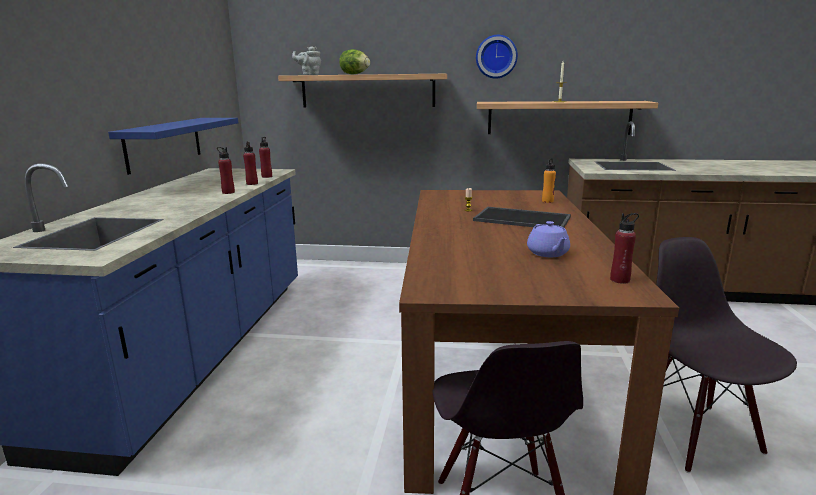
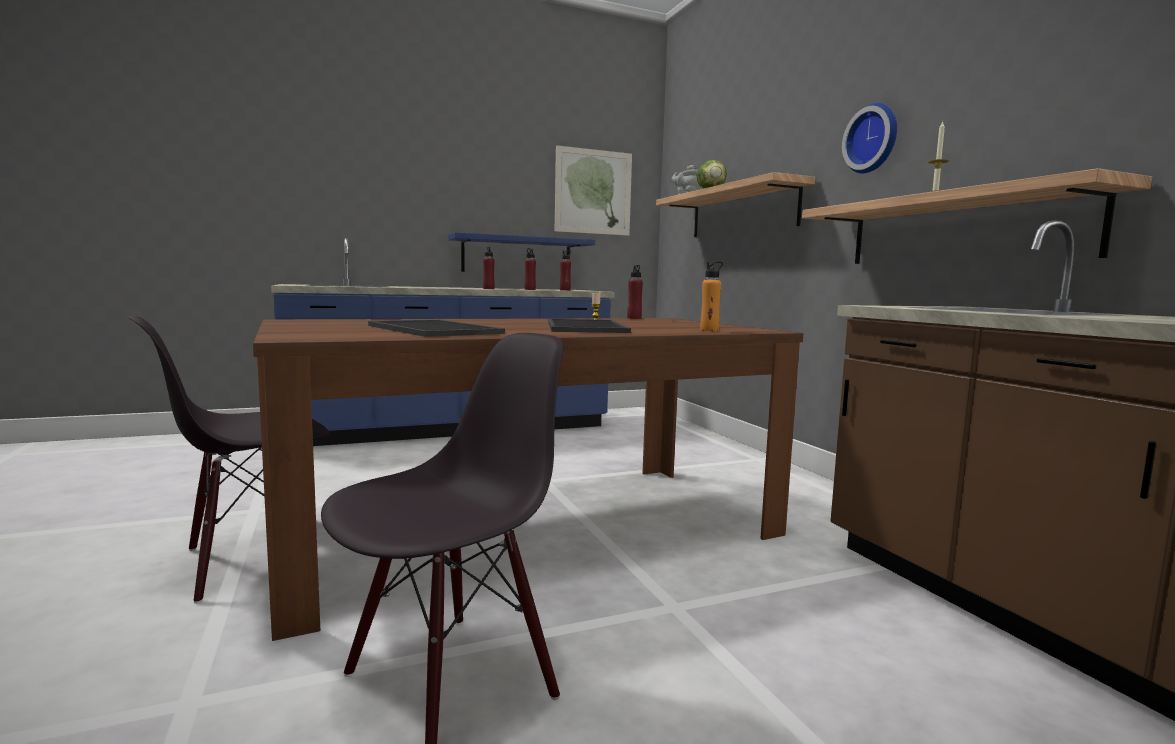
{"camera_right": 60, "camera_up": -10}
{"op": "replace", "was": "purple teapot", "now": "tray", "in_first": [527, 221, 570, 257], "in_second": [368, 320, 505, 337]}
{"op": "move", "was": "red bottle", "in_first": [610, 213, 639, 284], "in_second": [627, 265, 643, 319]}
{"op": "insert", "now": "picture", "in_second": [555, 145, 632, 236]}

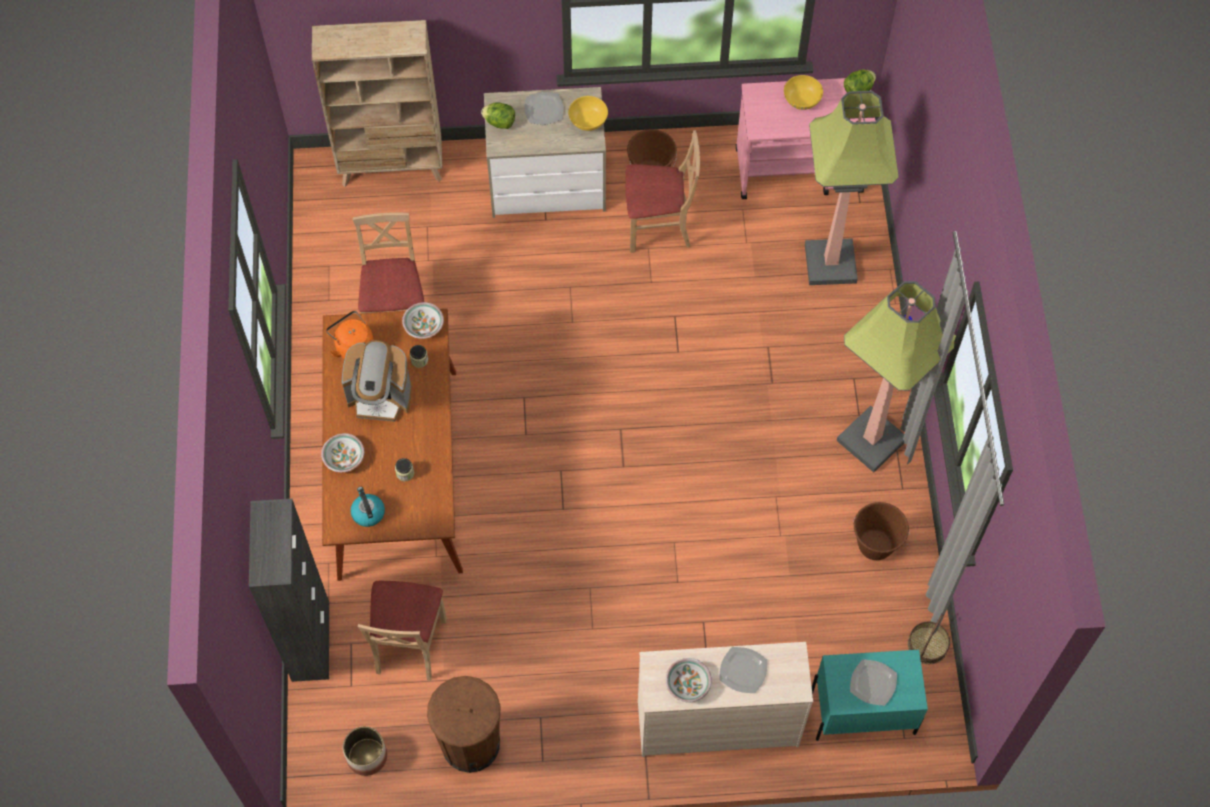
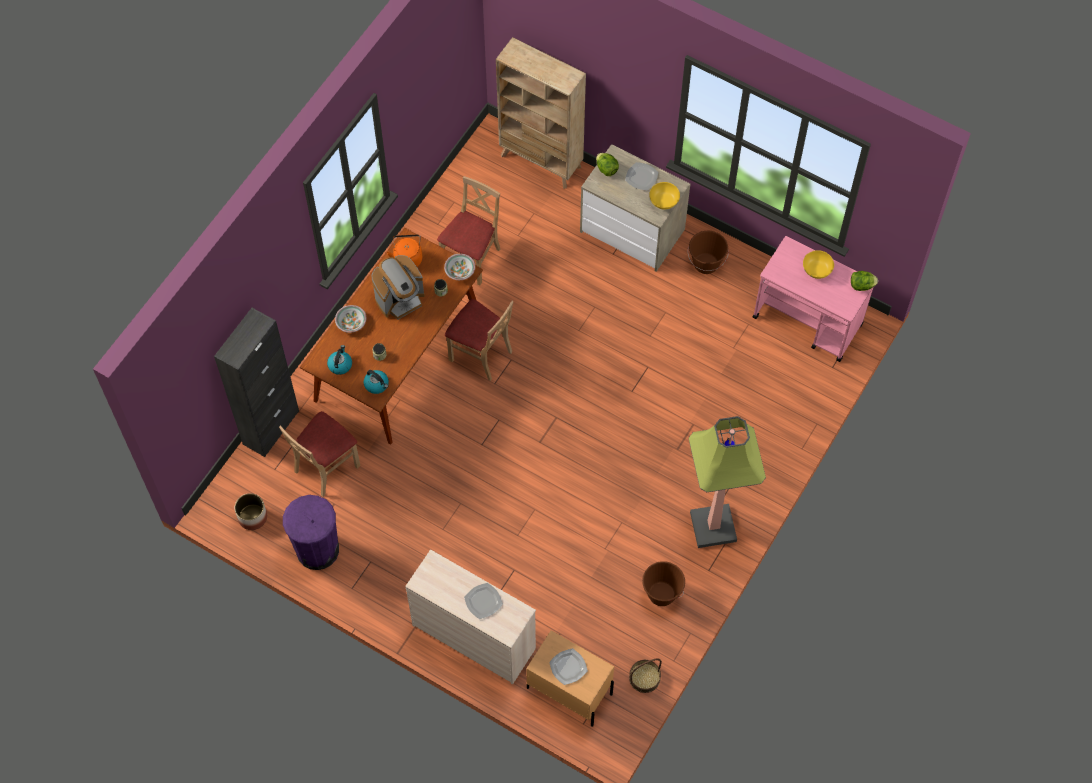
{"camera_right": 35, "camera_up": 0}
{"op": "rotate", "was": "coffee machine", "in_first": [341, 340, 412, 422], "in_second": [371, 255, 425, 320], "clockwise": -75}
{"op": "recolor", "was": "brown trash can", "now": "purple trash can", "in_first": [427, 676, 501, 773], "in_second": [283, 495, 339, 570]}
{"op": "move", "was": "beige chair", "in_first": [625, 130, 700, 253], "in_second": [445, 299, 514, 381]}
{"op": "delete", "was": "bowl", "in_first": [666, 658, 712, 703]}
{"op": "delete", "was": "floor lamp", "in_first": [805, 91, 899, 285]}
{"op": "recolor", "was": "turquoise nightstand", "now": "beige nightstand", "in_first": [812, 650, 928, 741], "in_second": [526, 630, 614, 727]}
{"op": "insert", "now": "kettle", "in_second": [364, 370, 389, 394]}

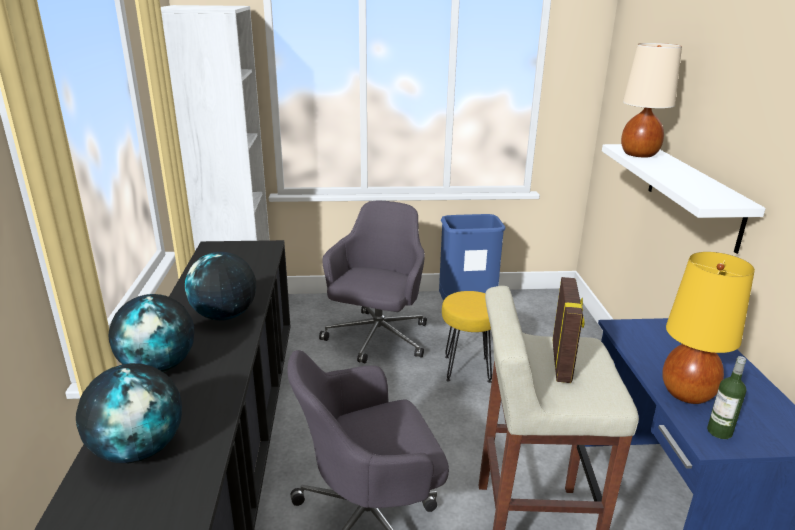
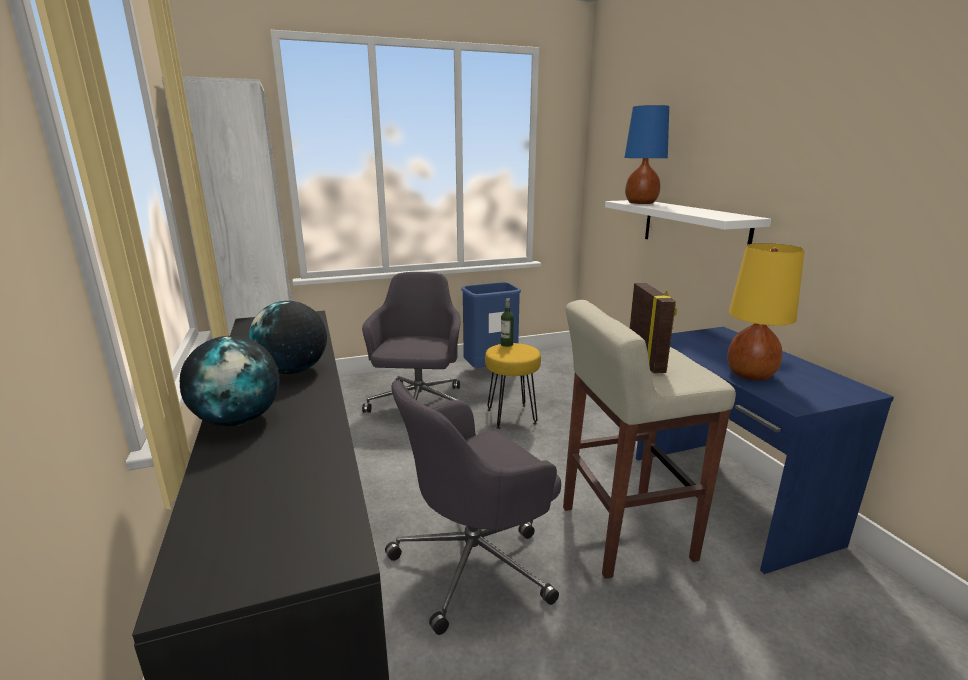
{"camera_right": -15, "camera_up": -5}
{"op": "delete", "was": "globe", "in_first": [76, 363, 182, 464]}
{"op": "recolor", "was": "beige table lamp", "now": "blue table lamp", "in_first": [621, 43, 682, 158], "in_second": [624, 105, 669, 204]}
{"op": "move", "was": "bottle", "in_first": [707, 356, 746, 439], "in_second": [501, 298, 514, 347]}

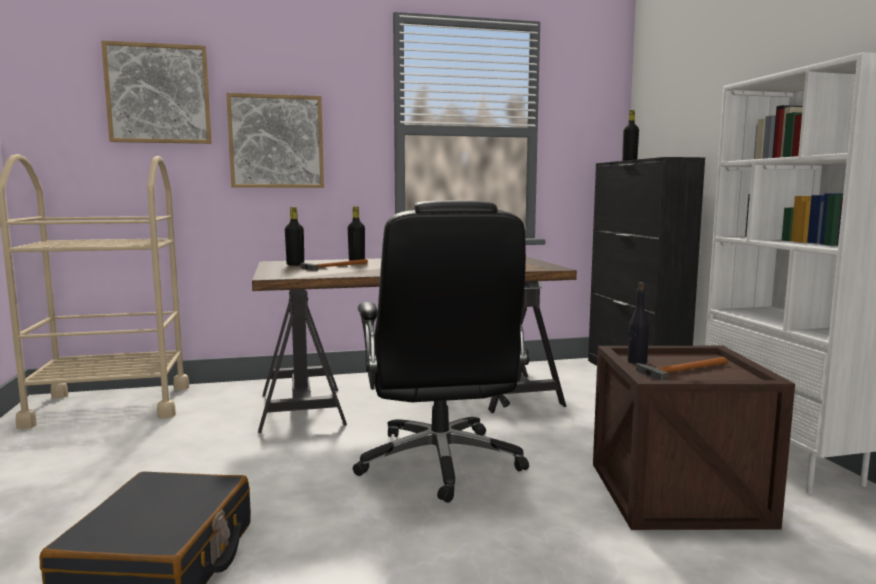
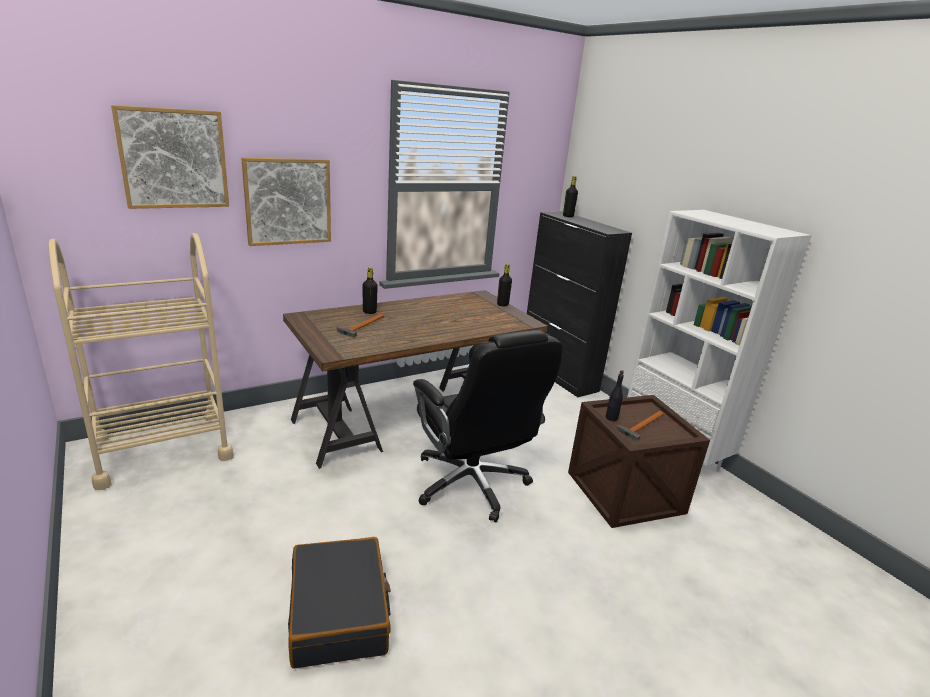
{"camera_right": -20, "camera_up": 15}
{"op": "move", "was": "black bottle", "in_first": [285, 207, 304, 266], "in_second": [497, 264, 512, 306]}

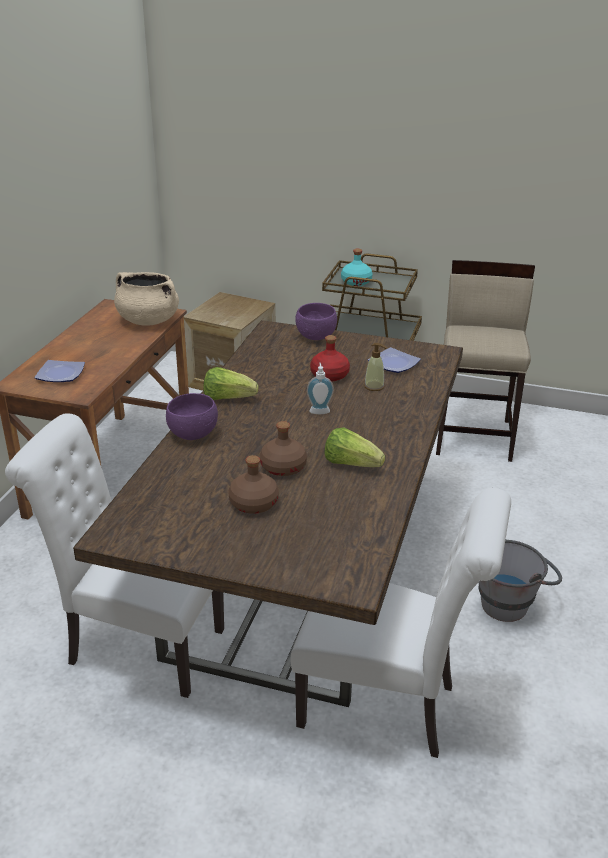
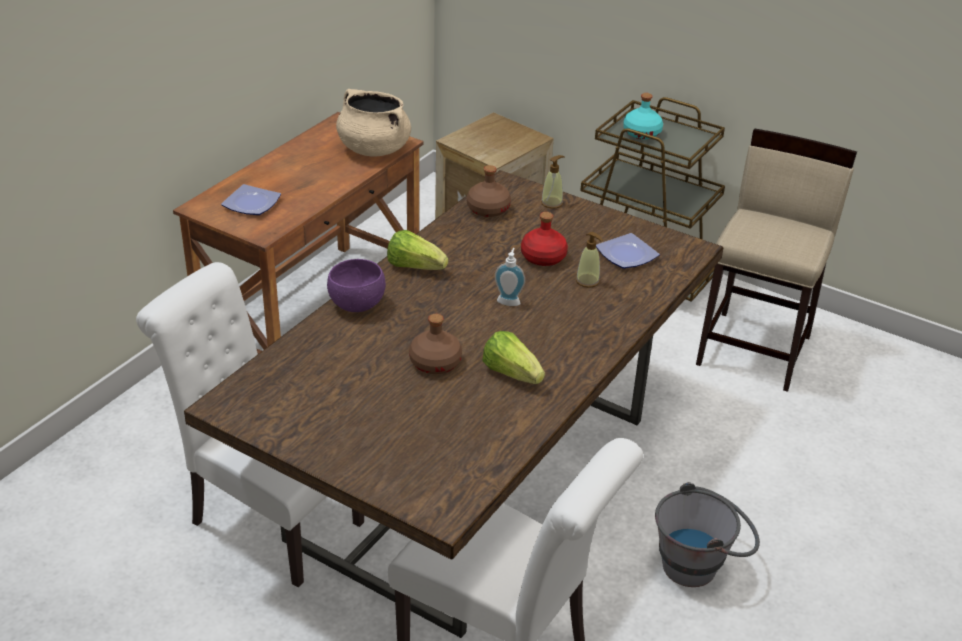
{"camera_right": 15, "camera_up": 5}
{"op": "move", "was": "brown bottle", "in_first": [228, 455, 279, 514], "in_second": [467, 165, 511, 217]}
{"op": "replace", "was": "purple bowl", "now": "soap dispenser", "in_first": [295, 303, 337, 340], "in_second": [541, 155, 564, 209]}

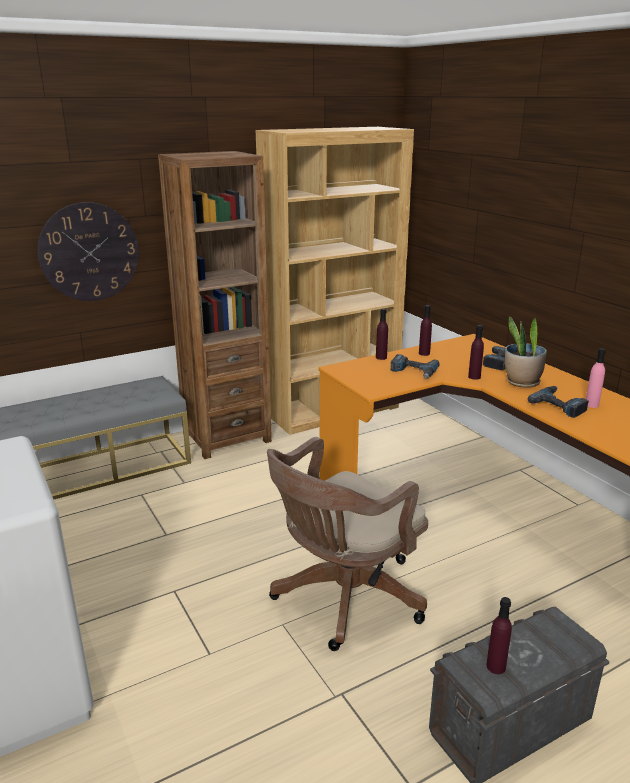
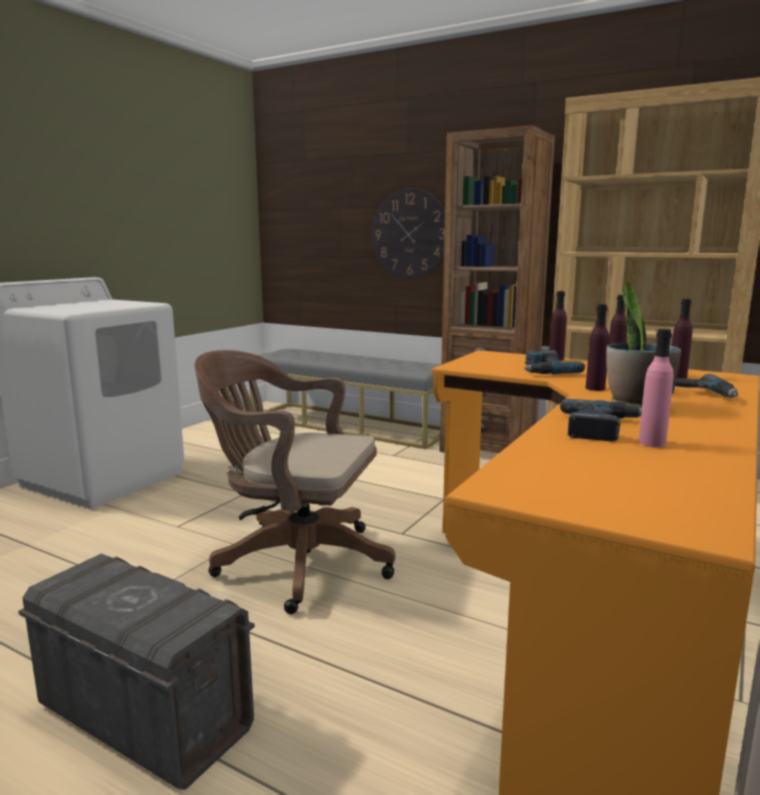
{"camera_right": 60, "camera_up": -10}
{"op": "move", "was": "purple bottle", "in_first": [486, 597, 512, 674], "in_second": [672, 299, 693, 378]}

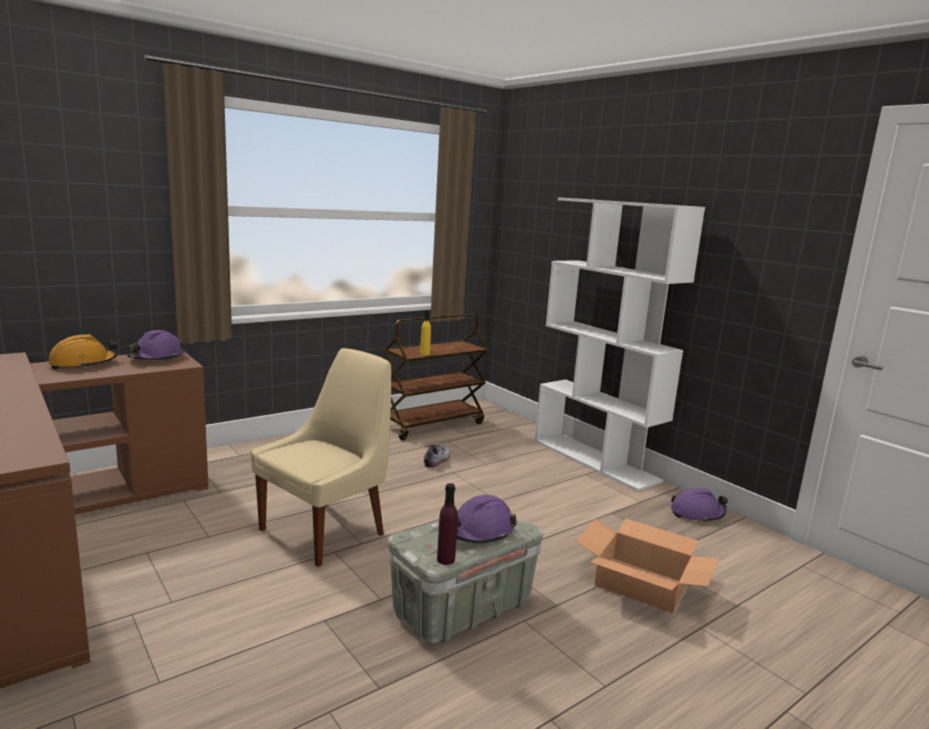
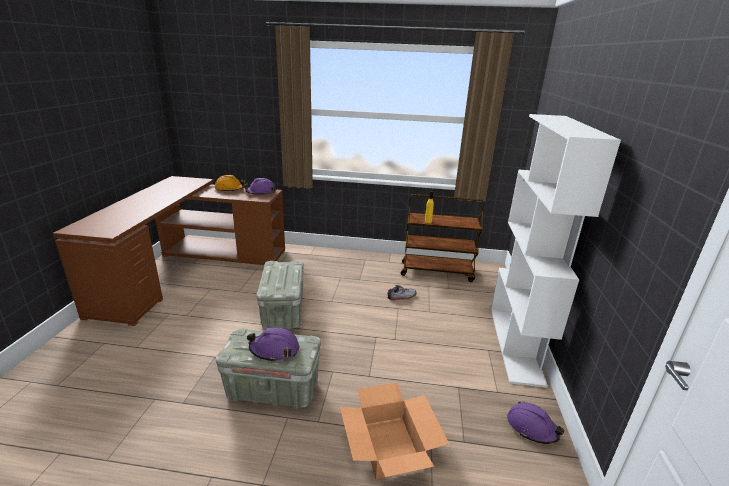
{"camera_right": 45, "camera_up": 10}
{"op": "replace", "was": "beige chair", "now": "grey storage box", "in_first": [251, 348, 391, 567], "in_second": [256, 260, 304, 330]}
{"op": "delete", "was": "purple bottle", "in_first": [437, 483, 458, 565]}

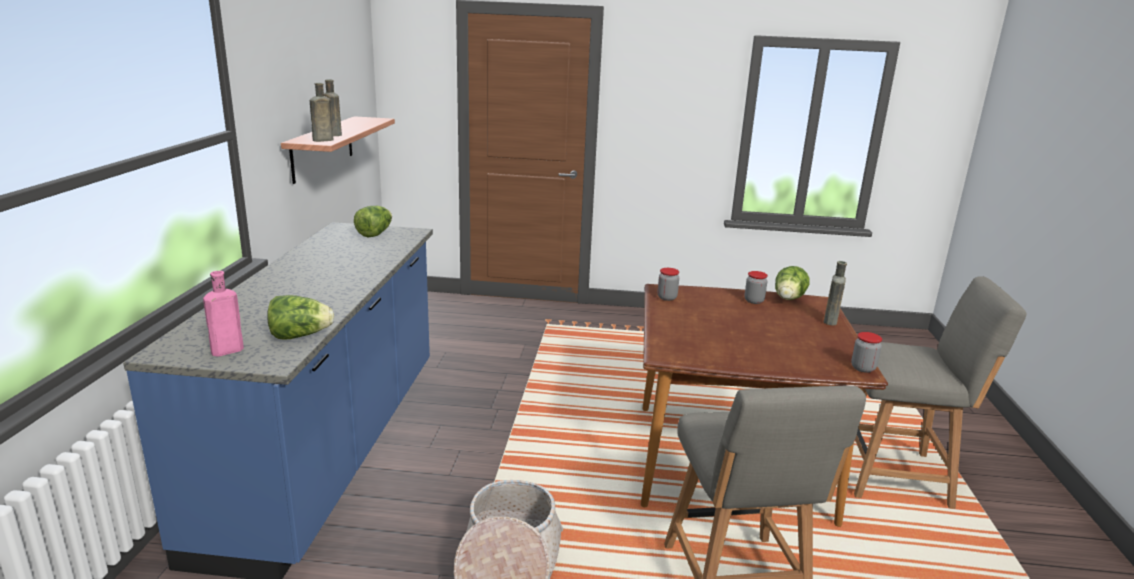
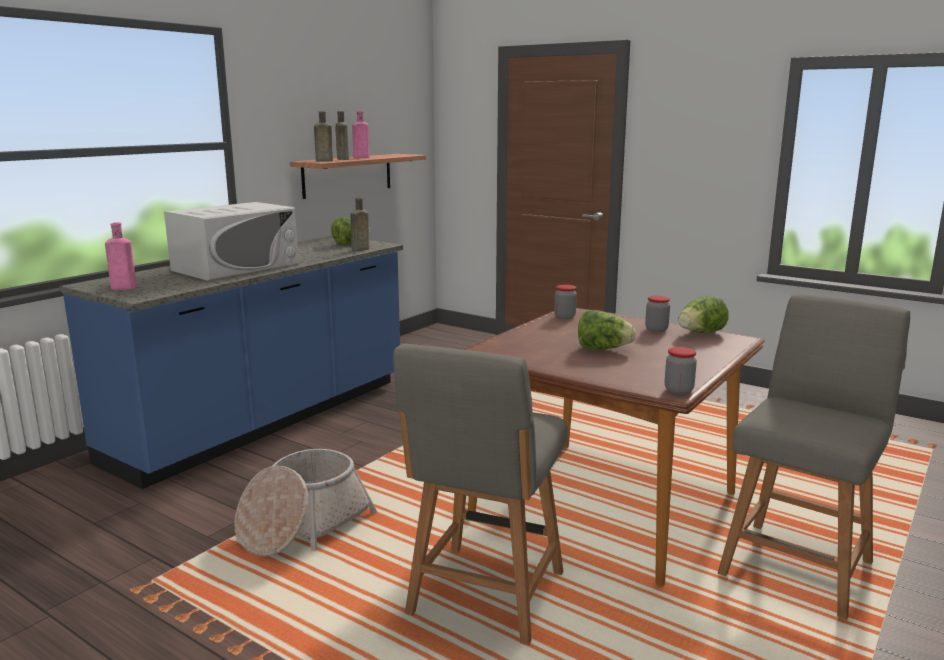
{"camera_right": 30, "camera_up": -5}
{"op": "move", "was": "lettuce", "in_first": [267, 295, 334, 340], "in_second": [578, 310, 636, 350]}
{"op": "move", "was": "brown bottle", "in_first": [824, 261, 847, 326], "in_second": [350, 197, 369, 251]}
{"op": "rotate", "was": "grey chair", "in_first": [854, 276, 1027, 509], "in_second": [718, 294, 910, 620], "clockwise": -90}
{"op": "insert", "now": "white microwave", "in_second": [164, 202, 299, 281]}
{"op": "insert", "now": "pink bottle", "in_second": [352, 111, 370, 158]}

